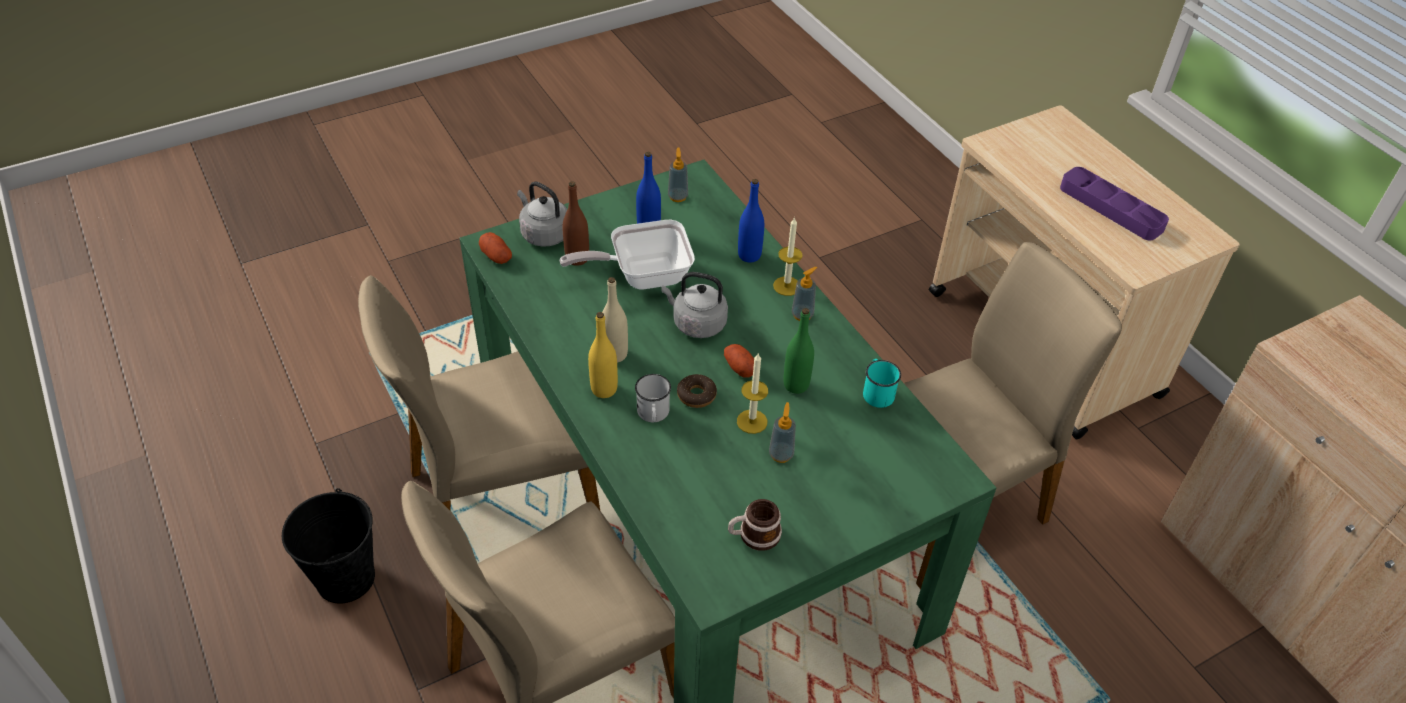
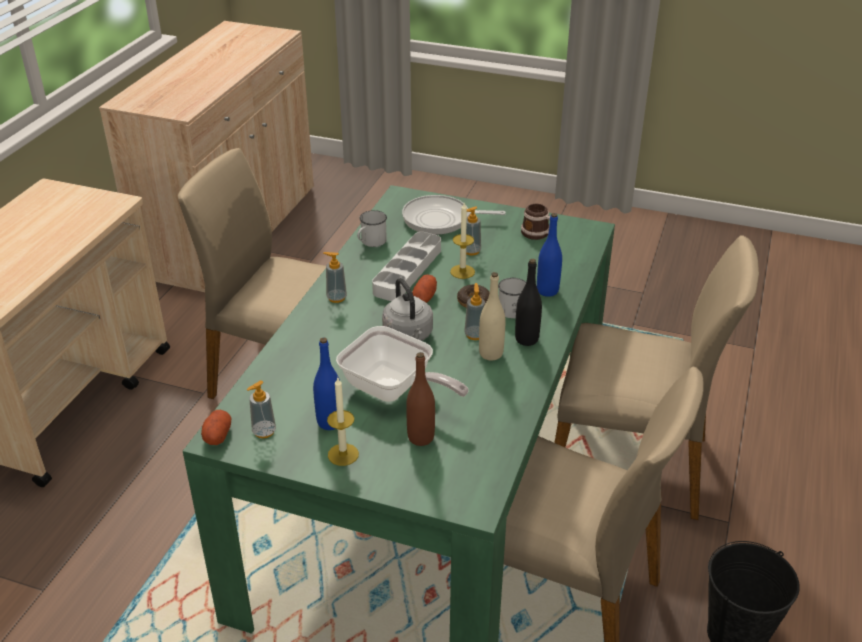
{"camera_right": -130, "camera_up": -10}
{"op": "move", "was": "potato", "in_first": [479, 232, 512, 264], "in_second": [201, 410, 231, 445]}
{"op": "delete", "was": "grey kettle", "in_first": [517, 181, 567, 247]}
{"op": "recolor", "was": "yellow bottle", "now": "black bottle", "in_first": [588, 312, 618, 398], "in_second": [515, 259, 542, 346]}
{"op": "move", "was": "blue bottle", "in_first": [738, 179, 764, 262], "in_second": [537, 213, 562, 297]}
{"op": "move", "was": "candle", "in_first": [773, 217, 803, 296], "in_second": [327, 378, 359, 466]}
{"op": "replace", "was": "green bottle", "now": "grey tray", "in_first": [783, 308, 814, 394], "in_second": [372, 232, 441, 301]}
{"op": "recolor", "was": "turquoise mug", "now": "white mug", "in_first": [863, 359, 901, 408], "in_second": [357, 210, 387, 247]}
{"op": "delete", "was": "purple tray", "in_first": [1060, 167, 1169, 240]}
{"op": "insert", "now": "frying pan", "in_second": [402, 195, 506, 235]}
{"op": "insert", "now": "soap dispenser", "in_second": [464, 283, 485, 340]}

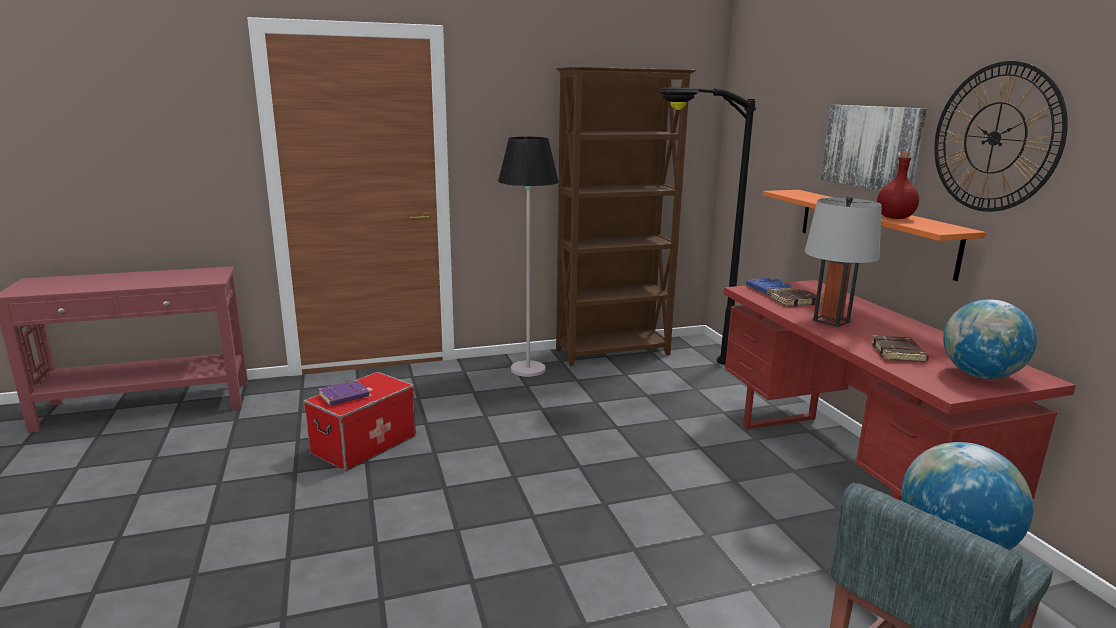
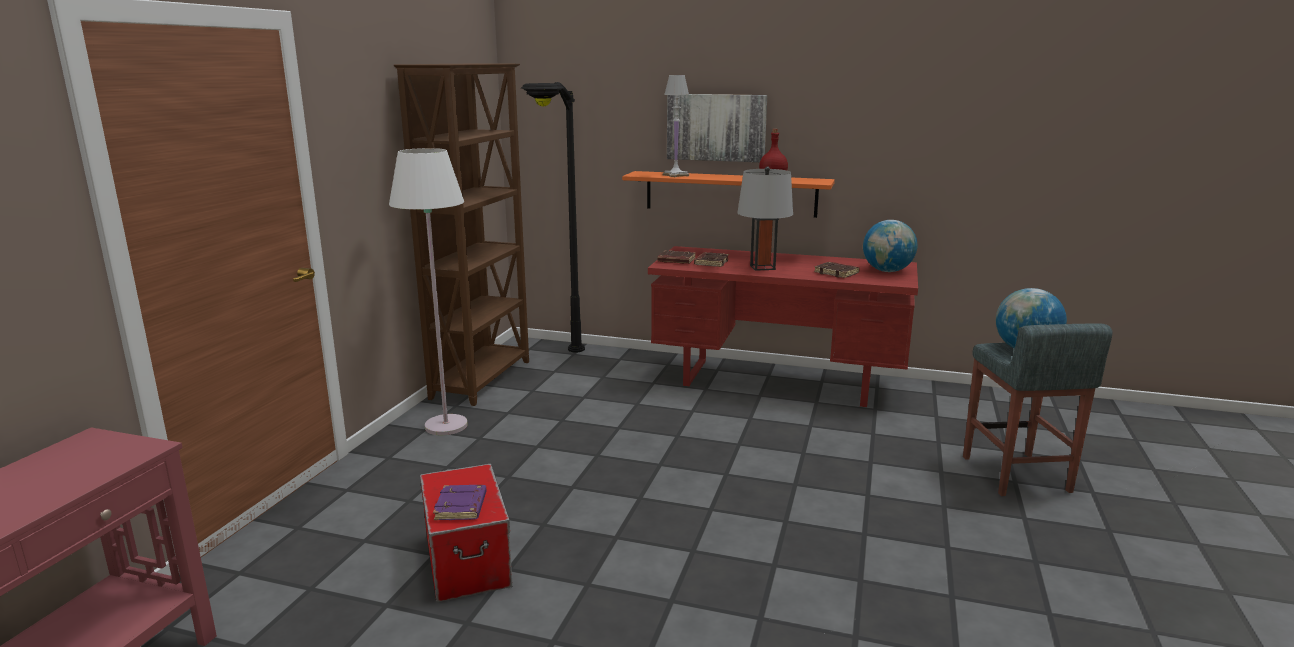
{"camera_right": -55, "camera_up": 0}
{"op": "recolor", "was": "black floor lamp", "now": "white floor lamp", "in_first": [498, 137, 559, 377], "in_second": [389, 148, 468, 435]}
{"op": "recolor", "was": "blue book", "now": "brown book", "in_first": [746, 278, 794, 295], "in_second": [657, 250, 696, 264]}
{"op": "delete", "was": "wall clock", "in_first": [934, 61, 1068, 212]}
{"op": "insert", "now": "white table lamp", "in_second": [663, 75, 689, 177]}

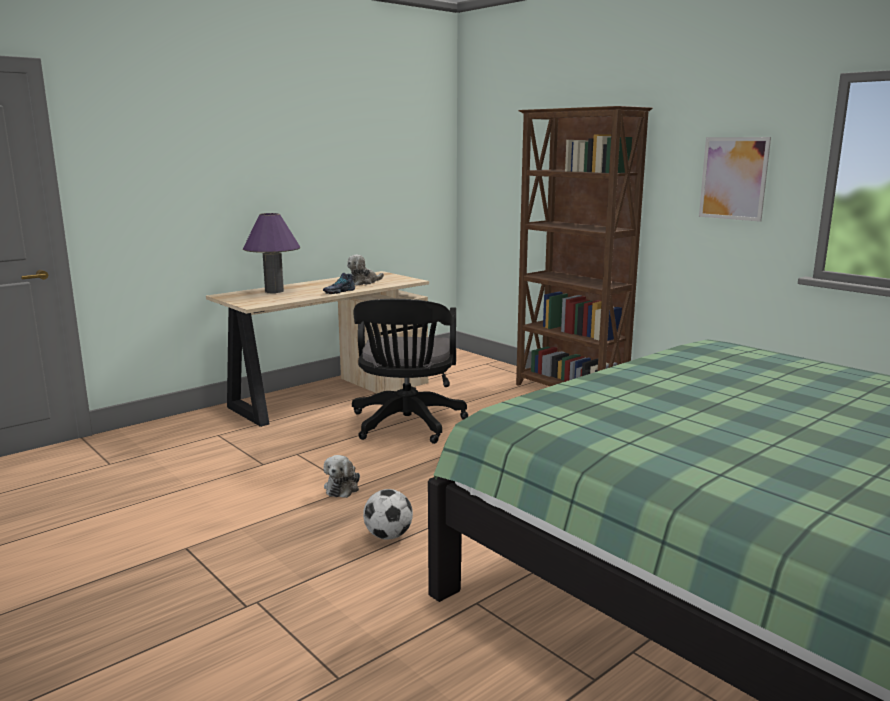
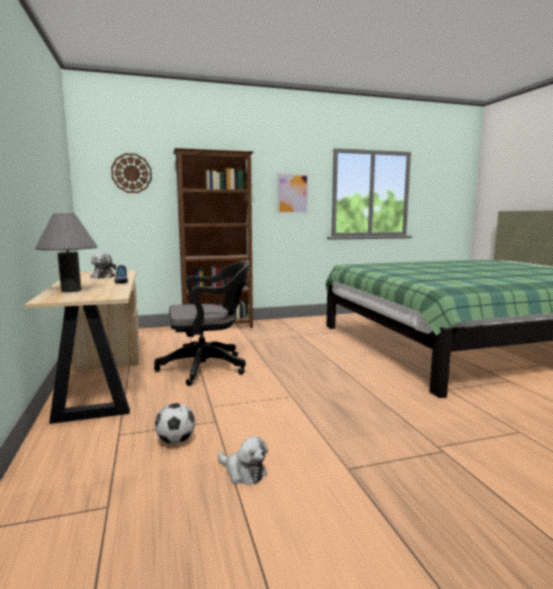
{"camera_right": -65, "camera_up": -5}
{"op": "recolor", "was": "purple table lamp", "now": "grey table lamp", "in_first": [243, 213, 300, 293], "in_second": [35, 213, 98, 292]}
{"op": "move", "was": "plush toy", "in_first": [323, 455, 360, 498], "in_second": [218, 436, 268, 485]}
{"op": "rotate", "was": "black office chair", "in_first": [352, 299, 468, 444], "in_second": [154, 261, 249, 386], "clockwise": -45}
{"op": "move", "was": "football", "in_first": [363, 489, 413, 540], "in_second": [155, 403, 195, 444]}
{"op": "insert", "now": "wall clock", "in_second": [111, 153, 152, 193]}

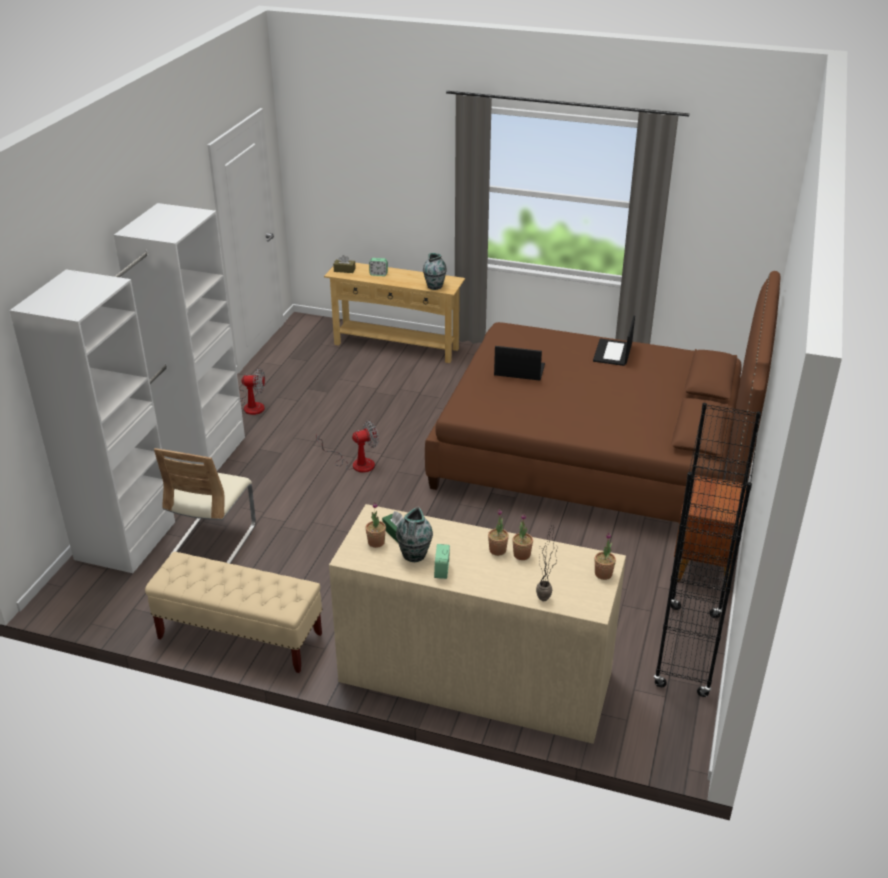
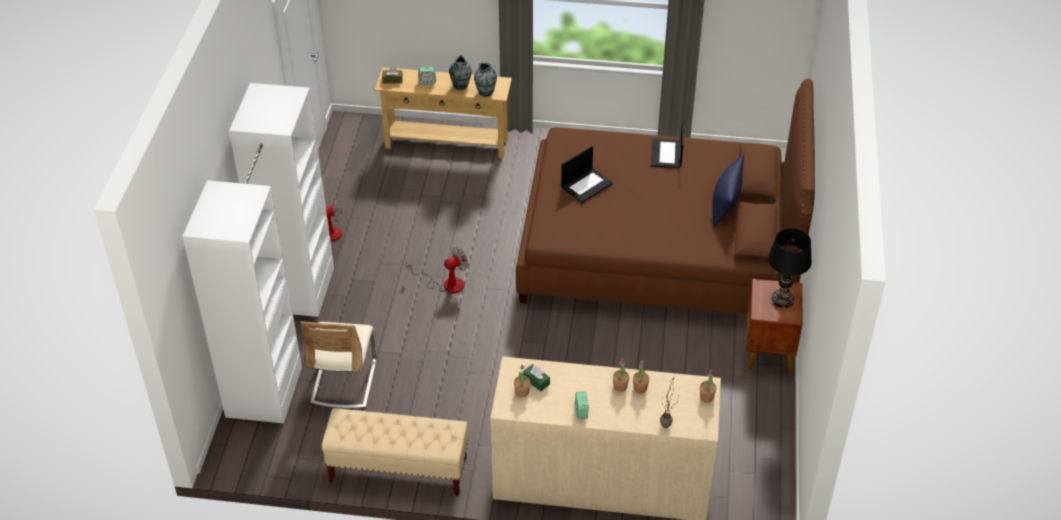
{"camera_right": -10, "camera_up": 10}
{"op": "move", "was": "vase", "in_first": [396, 507, 433, 562], "in_second": [449, 55, 472, 90]}
{"op": "rotate", "was": "laptop", "in_first": [494, 346, 545, 381], "in_second": [561, 146, 613, 203], "clockwise": 135}
{"op": "delete", "was": "black bookcase", "in_first": [654, 403, 761, 697]}
{"op": "insert", "now": "blue pillow", "in_second": [712, 154, 744, 227]}
{"op": "insert", "now": "black table lamp", "in_second": [768, 228, 812, 308]}

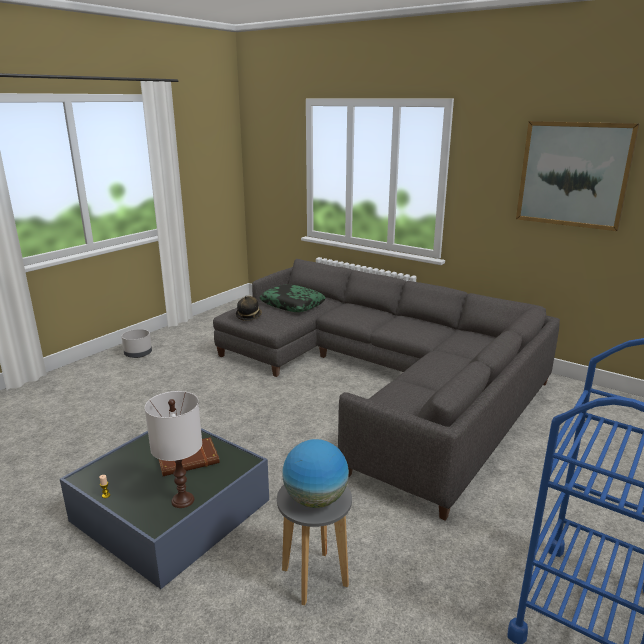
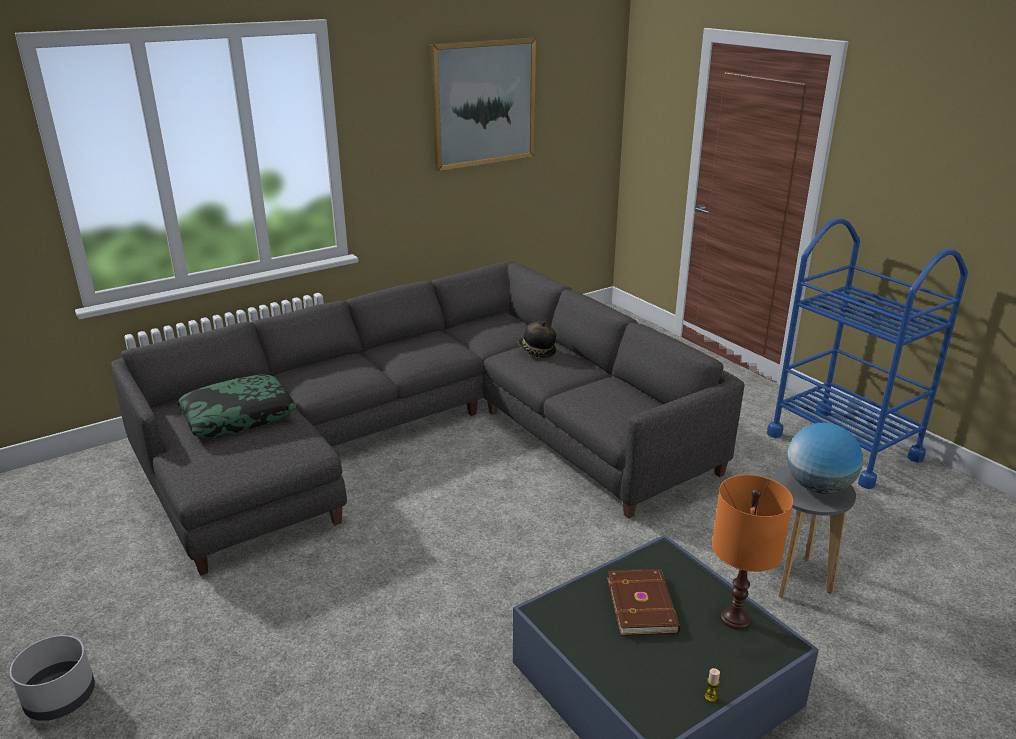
{"camera_right": -70, "camera_up": 5}
{"op": "recolor", "was": "white table lamp", "now": "orange table lamp", "in_first": [145, 391, 202, 508], "in_second": [712, 475, 793, 630]}
{"op": "move", "was": "hat", "in_first": [236, 296, 262, 321], "in_second": [517, 322, 556, 358]}

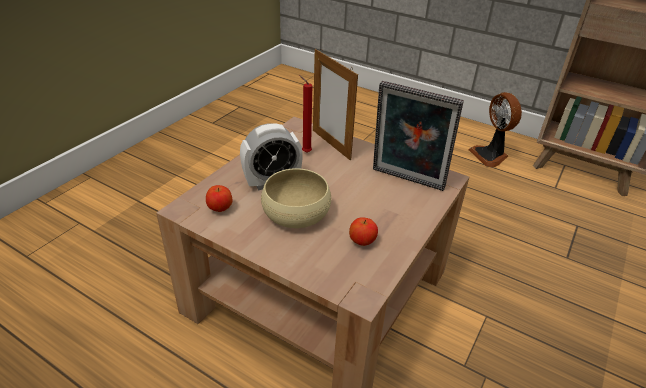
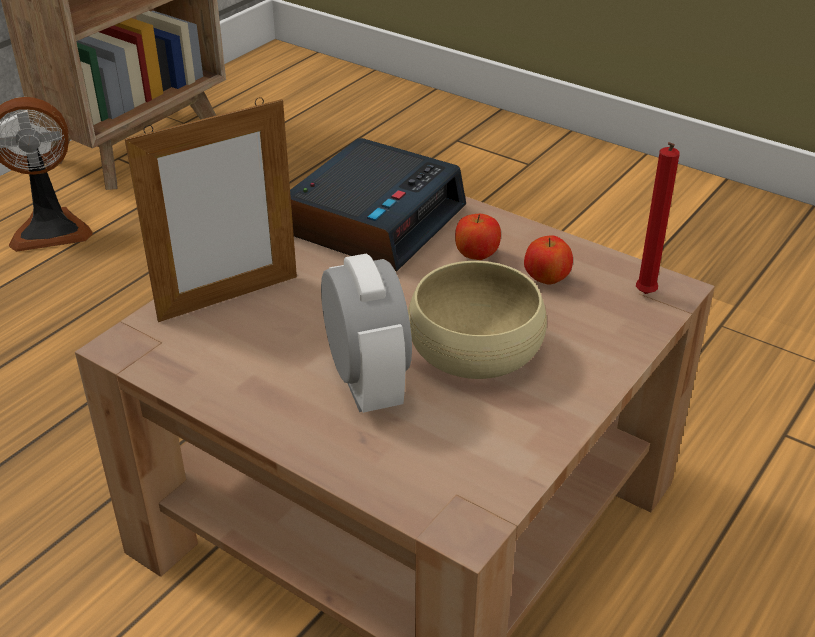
{"camera_right": -85, "camera_up": 0}
{"op": "move", "was": "apple", "in_first": [206, 185, 232, 212], "in_second": [455, 214, 501, 260]}
{"op": "move", "was": "red candle", "in_first": [299, 75, 312, 153], "in_second": [636, 142, 680, 294]}
{"op": "replace", "was": "picture frame", "now": "alarm clock", "in_first": [373, 81, 464, 191], "in_second": [290, 138, 466, 271]}

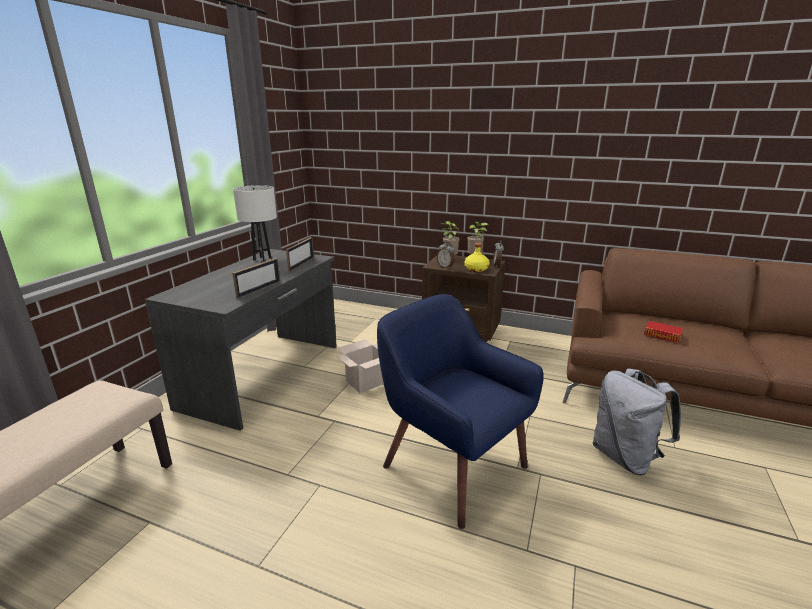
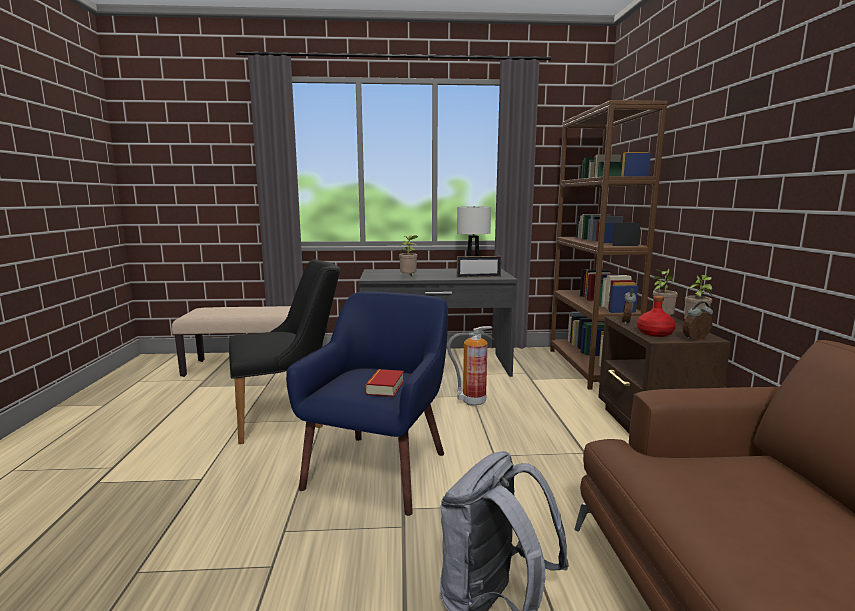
{"camera_right": 65, "camera_up": -10}
{"op": "replace", "was": "picture frame", "now": "potted plant", "in_first": [232, 258, 280, 299], "in_second": [399, 235, 418, 276]}
{"op": "replace", "was": "cardboard box", "now": "fire extinguisher", "in_first": [337, 339, 384, 393], "in_second": [447, 326, 494, 406]}
{"op": "recolor", "was": "yellow bottle", "now": "red bottle", "in_first": [464, 243, 490, 272], "in_second": [637, 296, 676, 337]}
{"op": "move", "was": "book", "in_first": [644, 321, 683, 343], "in_second": [365, 369, 404, 397]}
{"op": "insert", "now": "black chair", "in_second": [229, 260, 340, 445]}
{"op": "insert", "now": "brown bookcase", "in_second": [550, 100, 668, 389]}

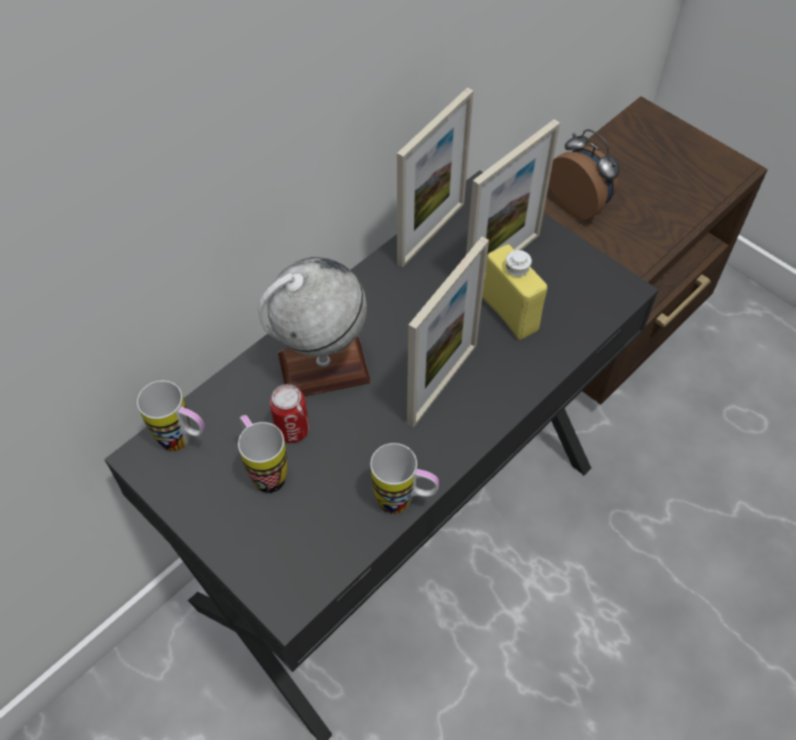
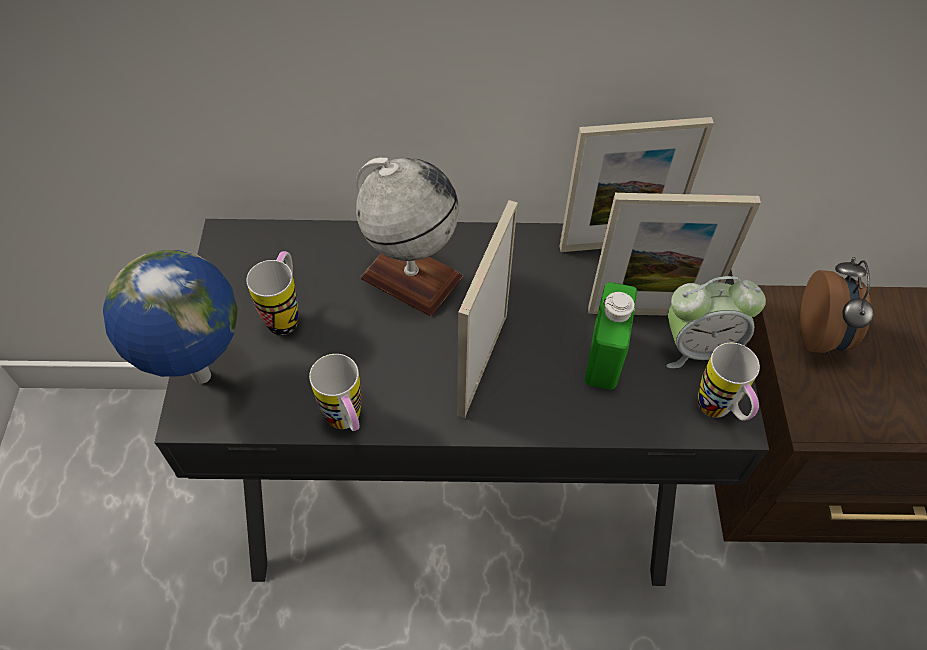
{"camera_right": 45, "camera_up": 0}
{"op": "move", "was": "mug", "in_first": [137, 381, 205, 451], "in_second": [697, 343, 760, 421]}
{"op": "delete", "was": "can", "in_first": [270, 384, 310, 443]}
{"op": "rotate", "was": "picture frame", "in_first": [407, 237, 489, 428], "in_second": [457, 200, 518, 418], "clockwise": 120}
{"op": "recolor", "was": "yellow bottle", "now": "green bottle", "in_first": [482, 244, 548, 340], "in_second": [585, 282, 637, 390]}
{"op": "insert", "now": "globe", "in_second": [103, 250, 238, 384]}
{"op": "insert", "now": "alarm clock", "in_second": [666, 276, 766, 368]}

